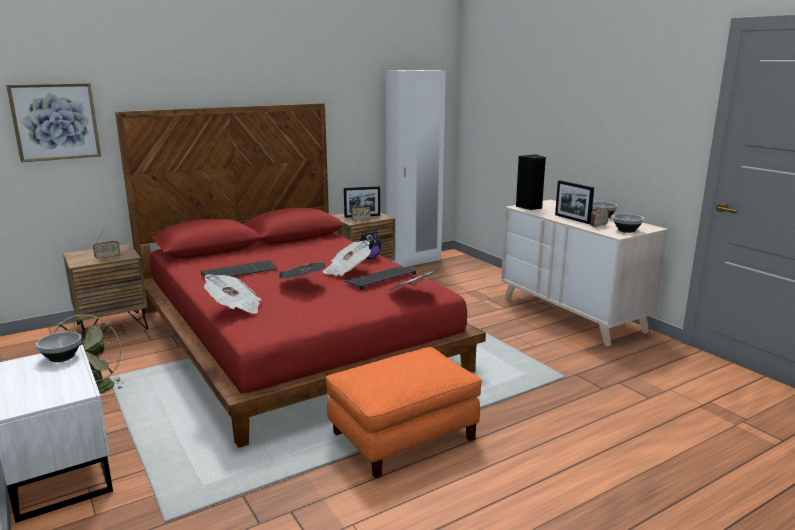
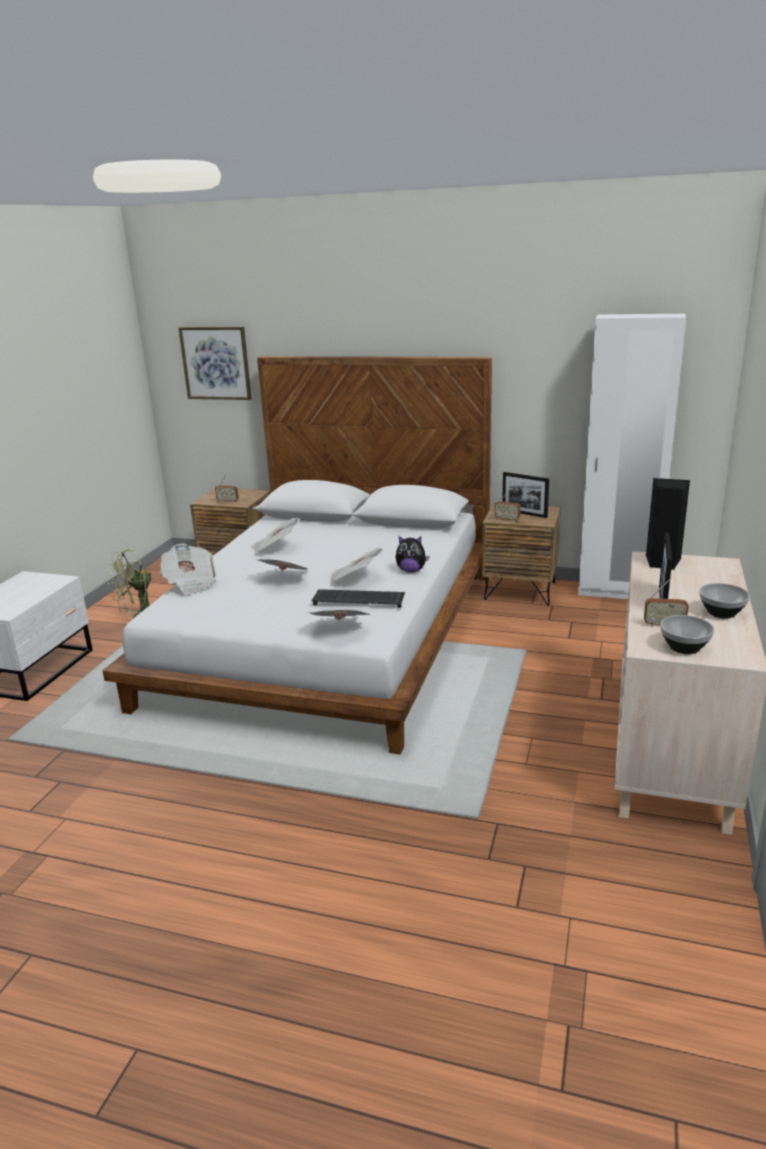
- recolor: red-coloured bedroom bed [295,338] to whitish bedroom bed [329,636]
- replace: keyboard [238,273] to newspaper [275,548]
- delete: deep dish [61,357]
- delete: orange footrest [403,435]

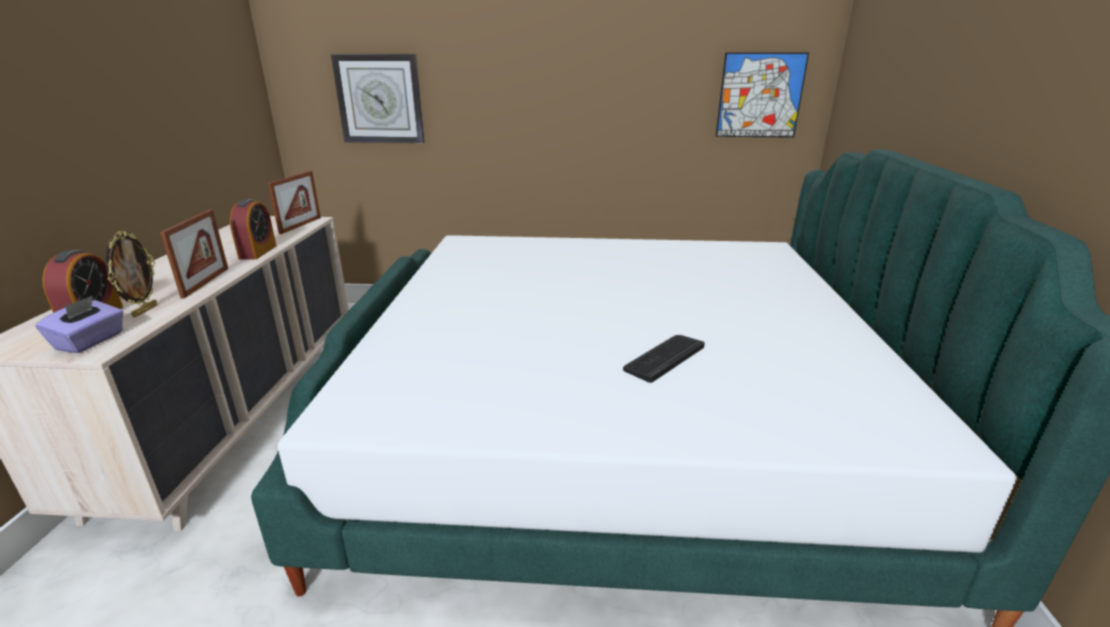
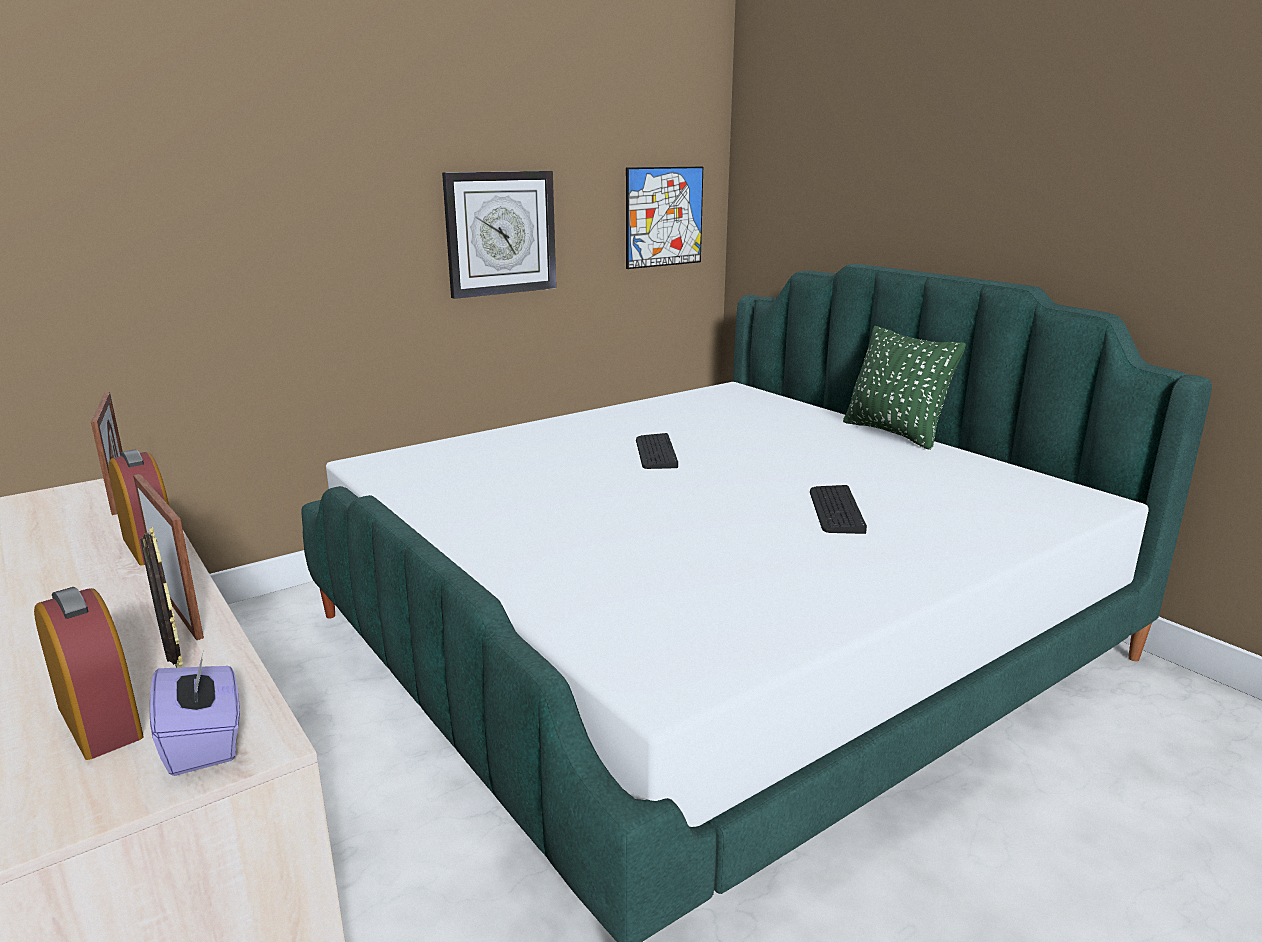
- move: wall clock [380,99] to [500,233]
- insert: green-coloured throw pillow [894,433]
- insert: keyboard [655,452]

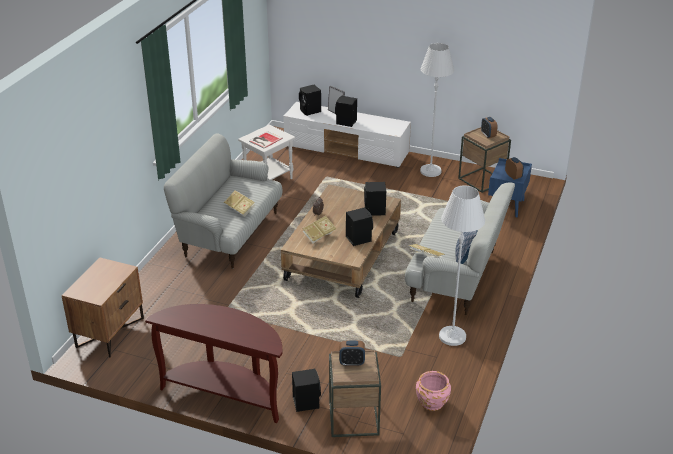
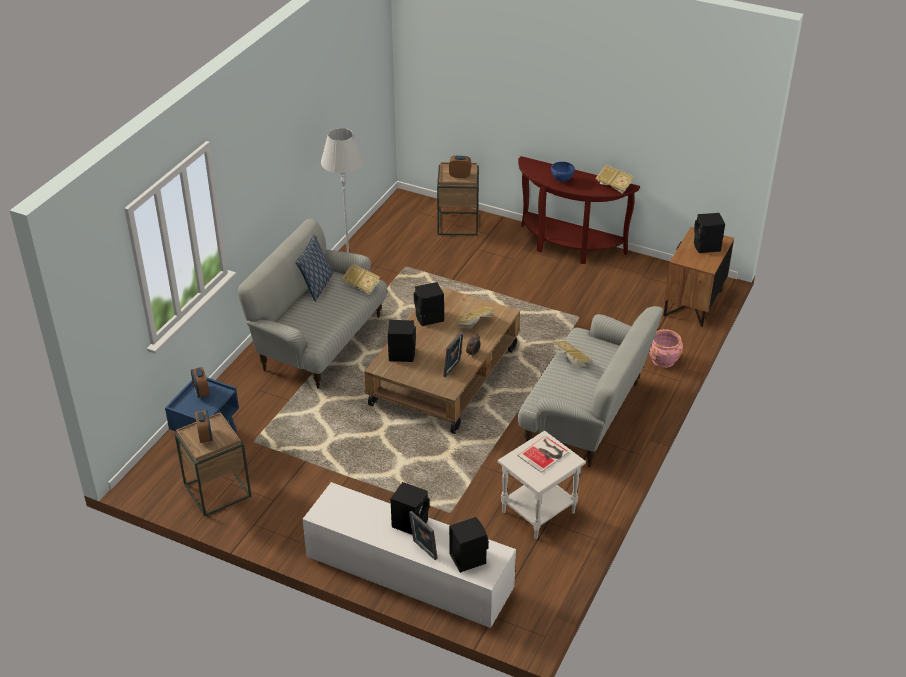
- delete: whitish floor lamp [430,171]
- move: blackish speaker [306,402] to [707,247]
- move: pinkish flower pot [432,402] to [663,360]
- insert: blue deep dish [562,180]
- insert: bound book [614,186]
- insert: photo frame [453,369]

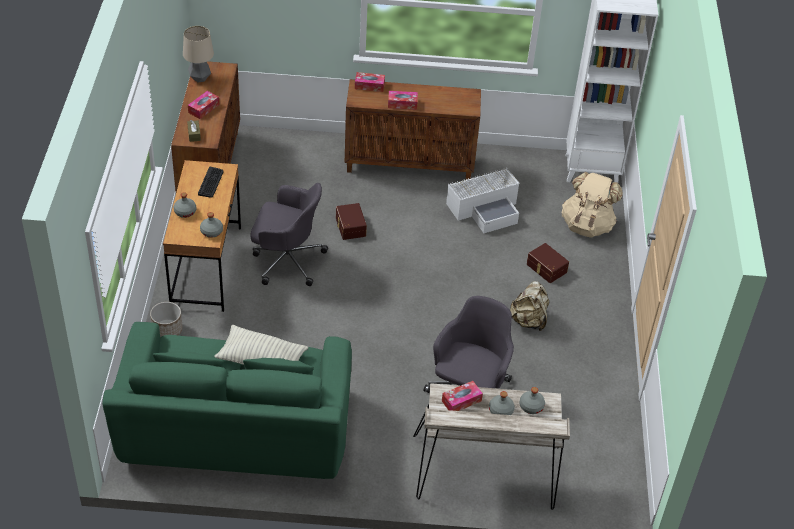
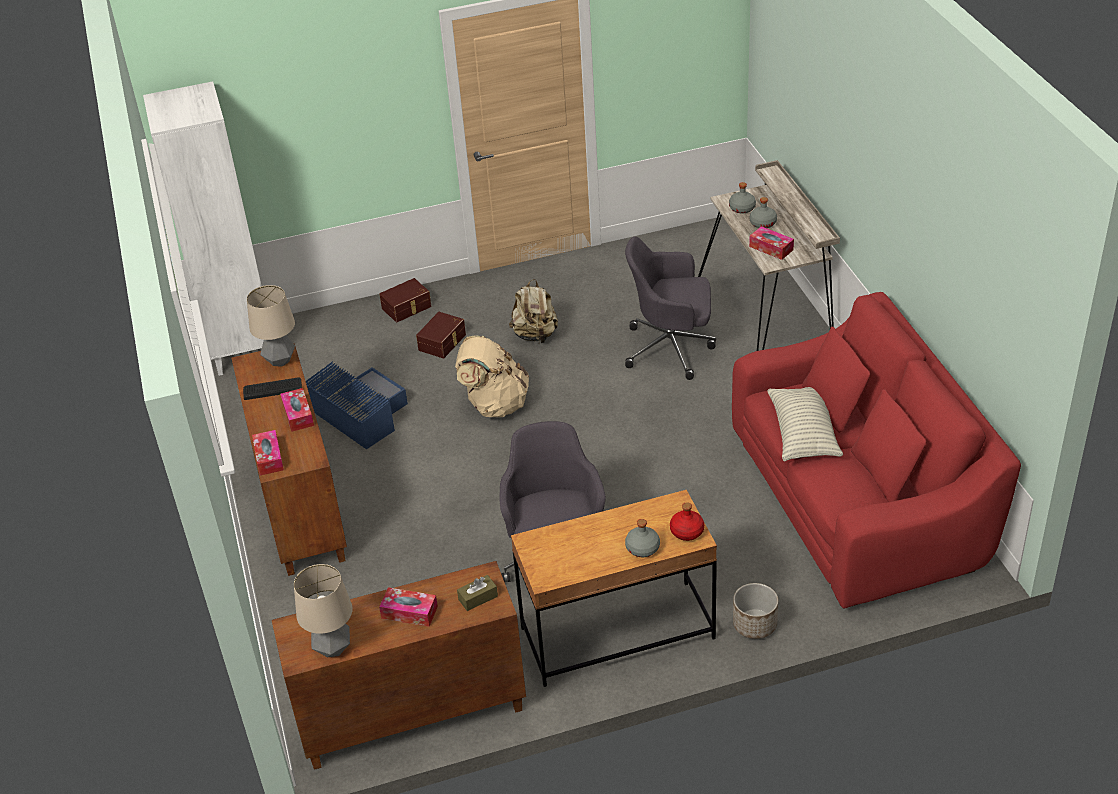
- move: keyboard [211,182] to [272,389]
- recolor: whitish storage box [486,208] to blue storage box [359,413]
- move: sand-coloured rucksack [587,225] to [494,404]
- move: brown storage box [349,227] to [407,308]
- delete: gray drink bottle [211,232]
- recolor: green-coloured couch [236,431] to red-coloured couch [857,500]
- insert: lamp for a table [280,361]
- insert: red-coloured drink bottle [687,531]

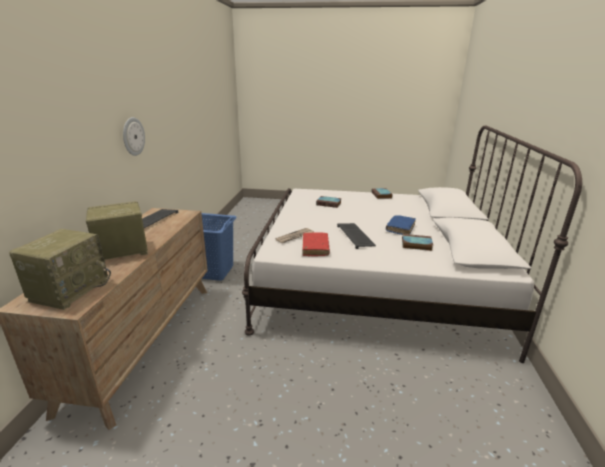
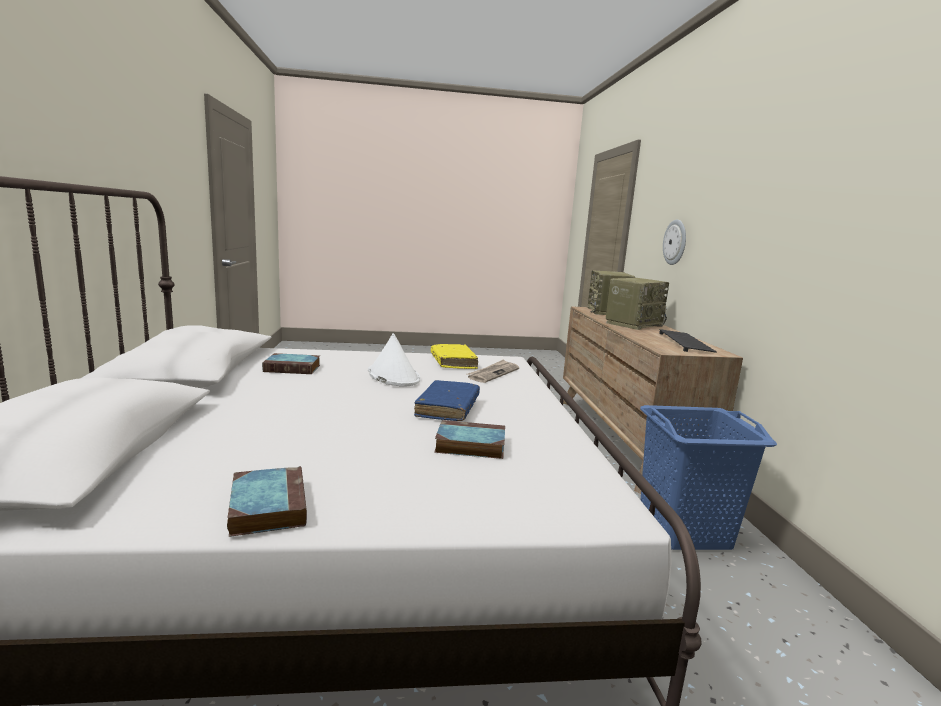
- move: wall clock [133,136] to [675,242]
- move: blue bound book [400,228] to [448,408]
- replace: keyboard [356,236] to whitish clothing hat [393,376]
- recolor: red-coloured bound book [315,248] to yellowish bound book [453,362]

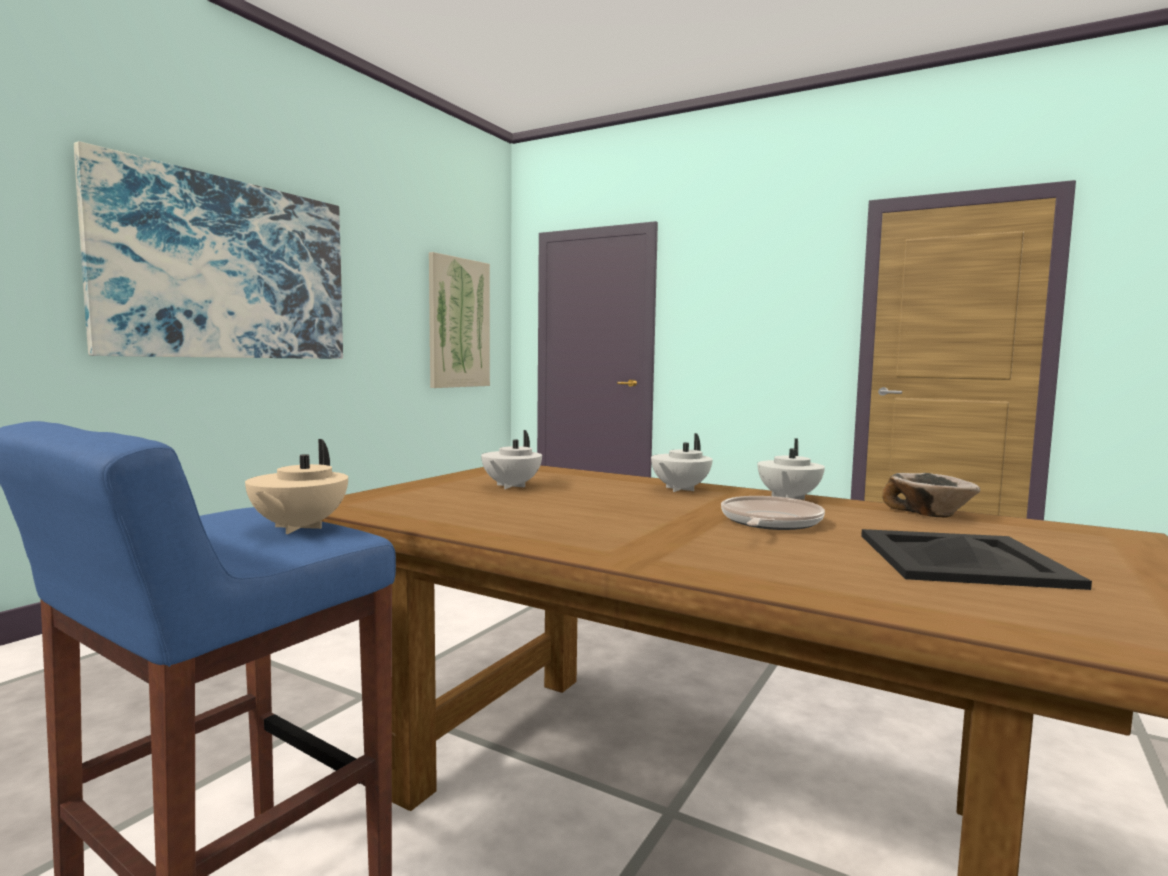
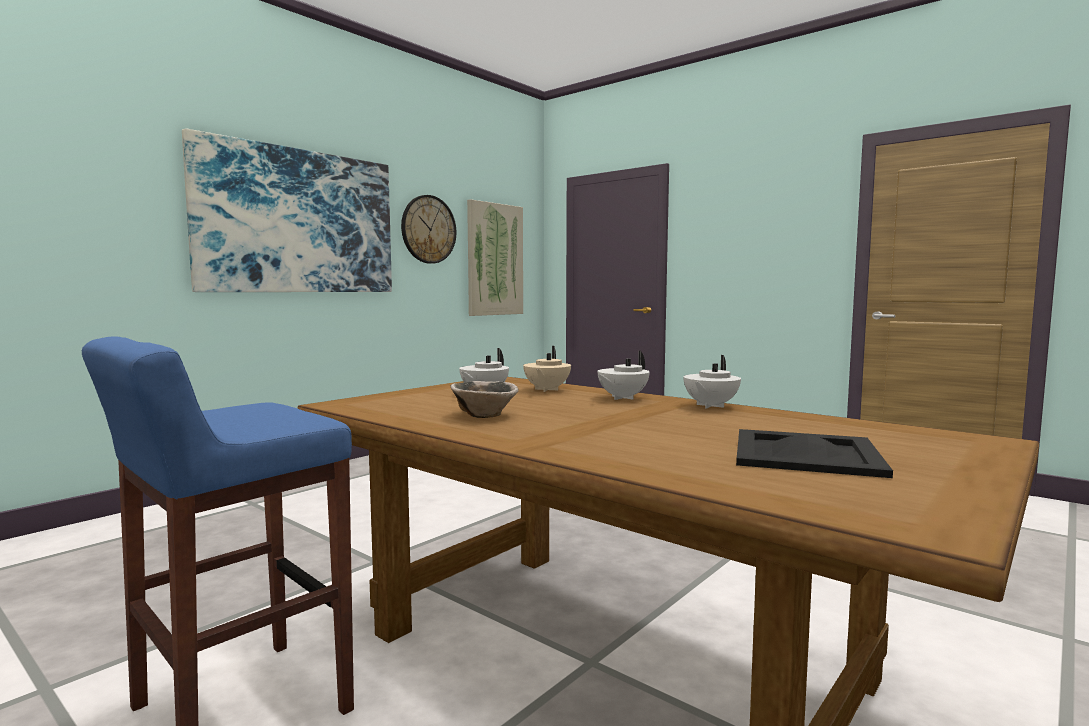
- move: sand-coloured pot for tea [297,528] to [546,390]
- move: deep dish [931,514] to [484,415]
- delete: skillet [769,522]
- insert: wall clock [428,229]

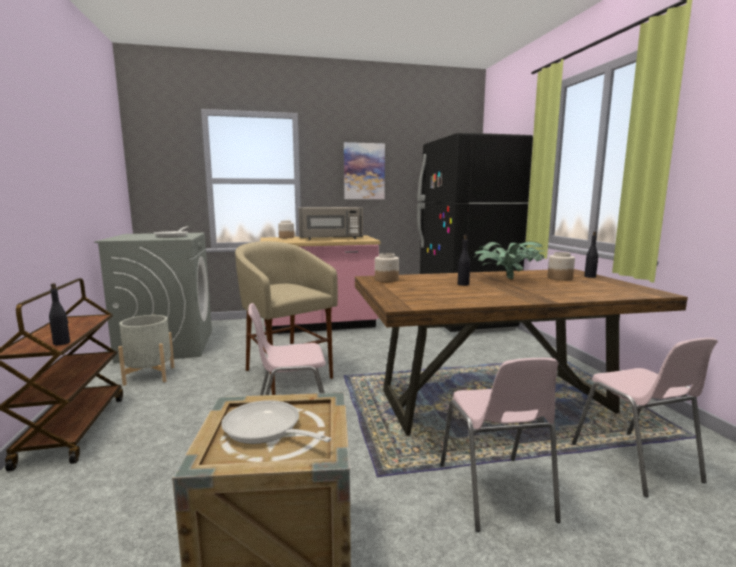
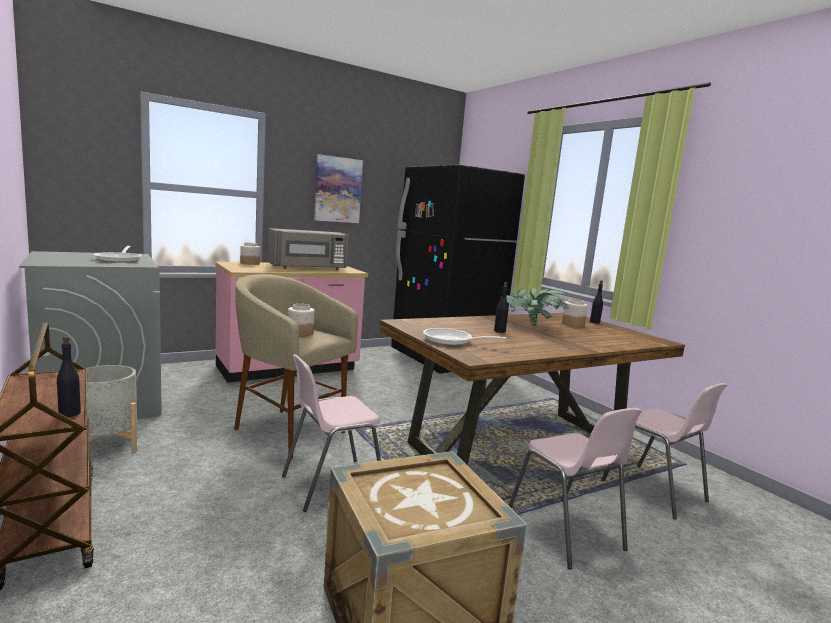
- move: jar [386,280] to [300,333]
- move: skillet [266,429] to [452,341]

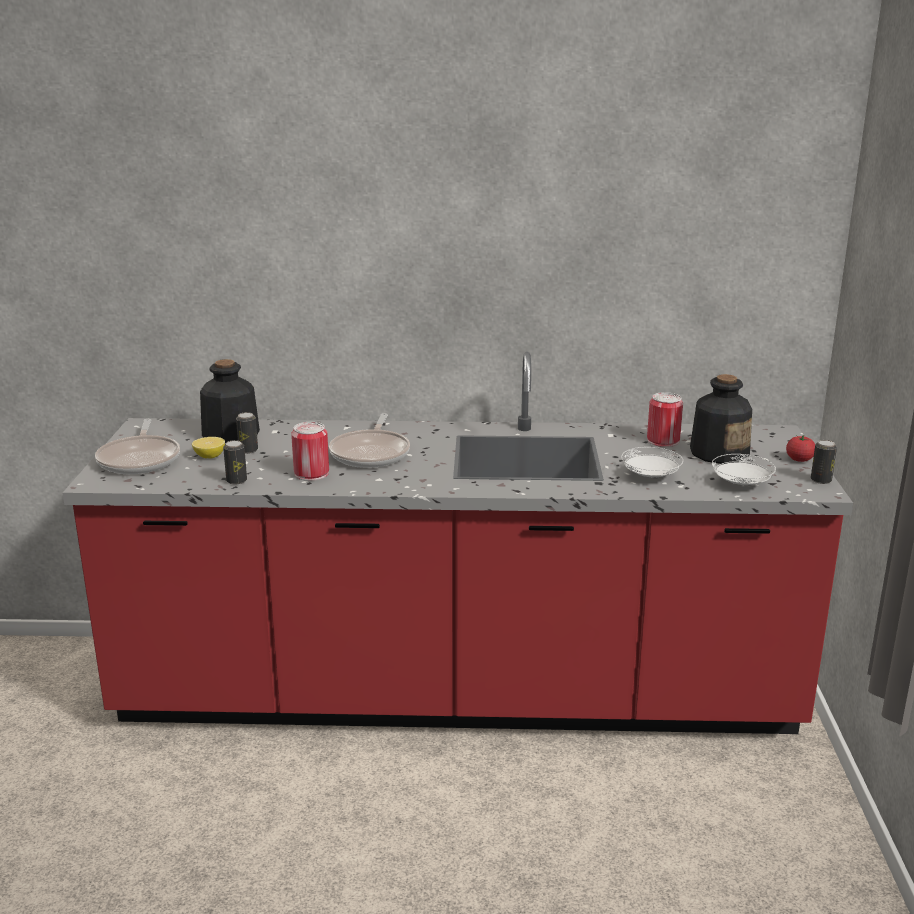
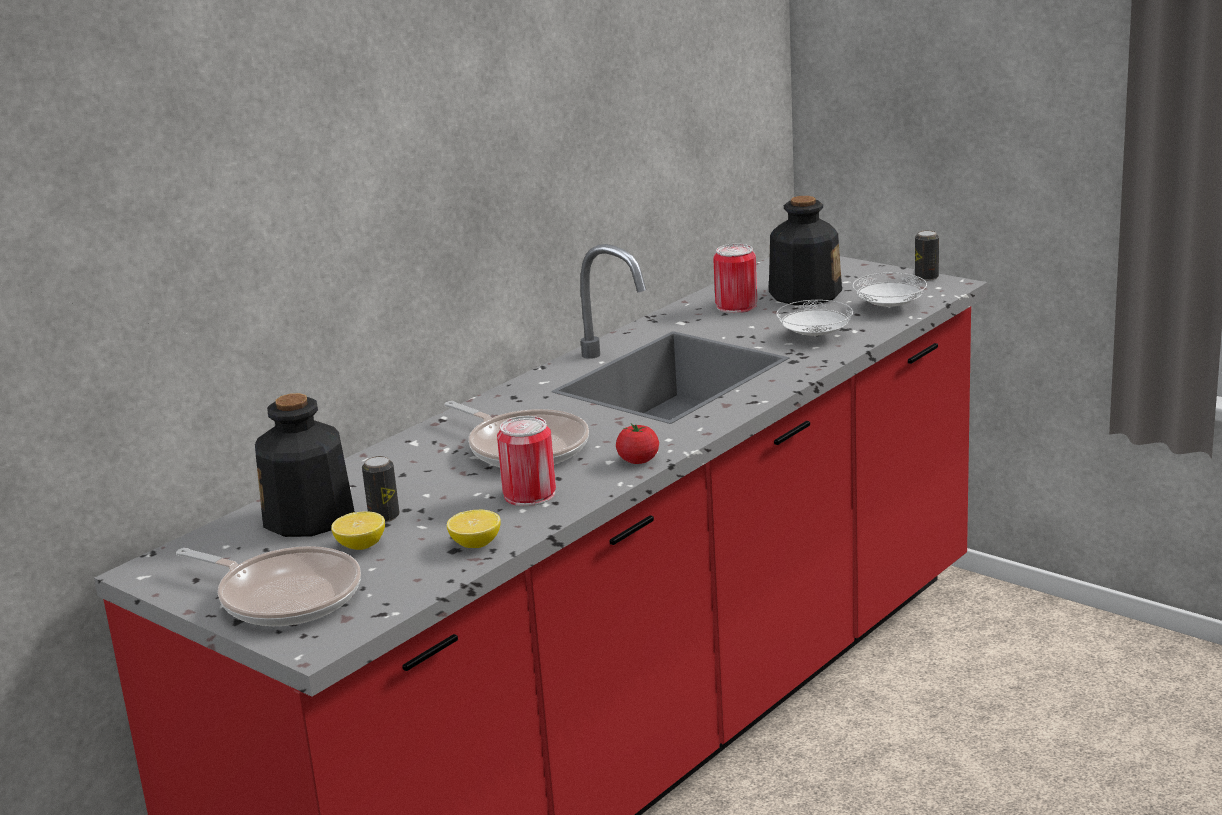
- move: fresh tomato [799,459] to [638,460]
- replace: sealed can [236,481] to citrus fruit [475,544]

